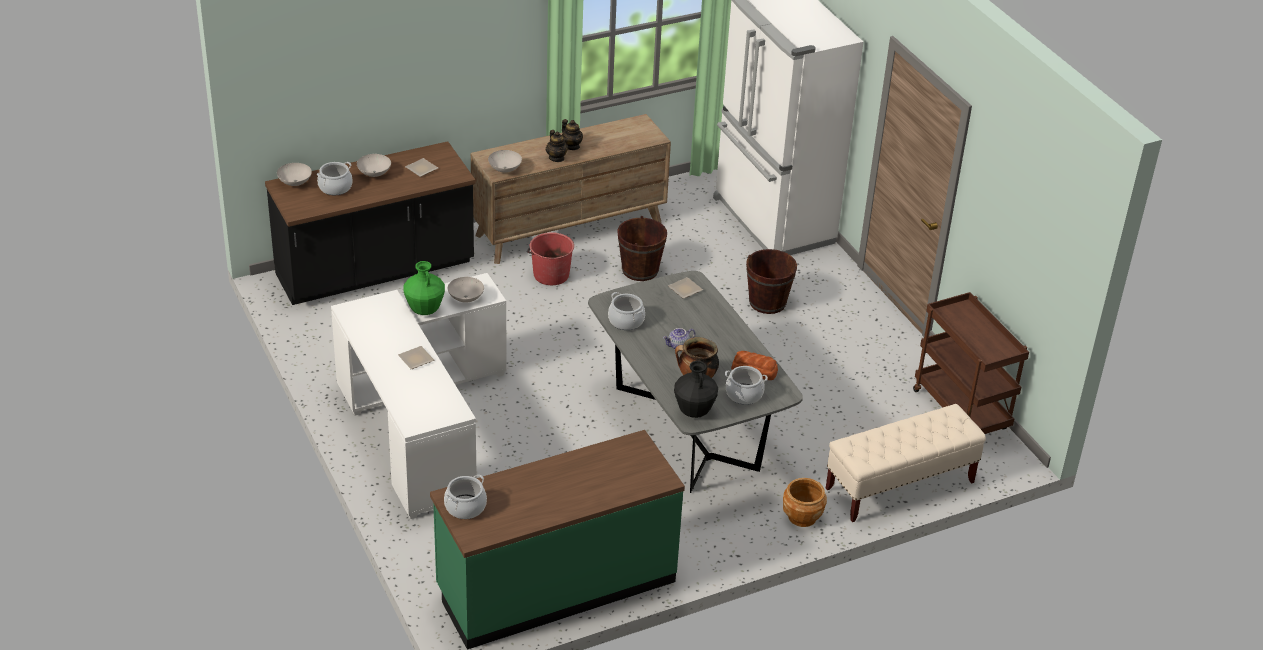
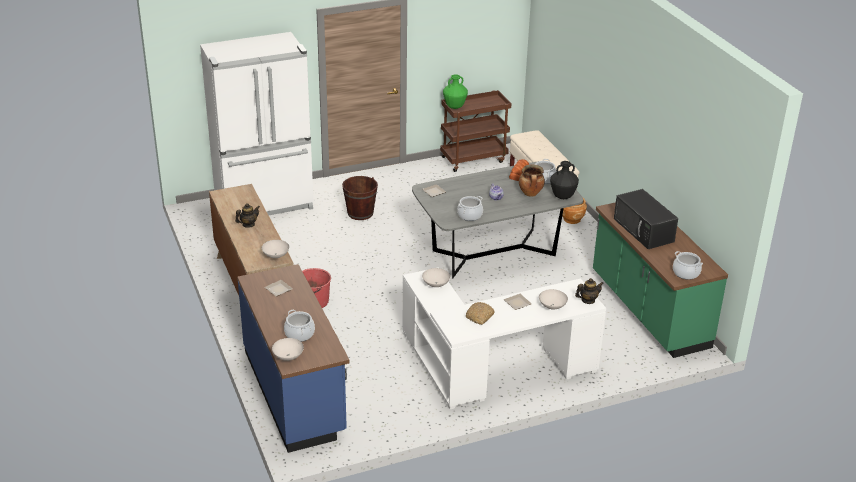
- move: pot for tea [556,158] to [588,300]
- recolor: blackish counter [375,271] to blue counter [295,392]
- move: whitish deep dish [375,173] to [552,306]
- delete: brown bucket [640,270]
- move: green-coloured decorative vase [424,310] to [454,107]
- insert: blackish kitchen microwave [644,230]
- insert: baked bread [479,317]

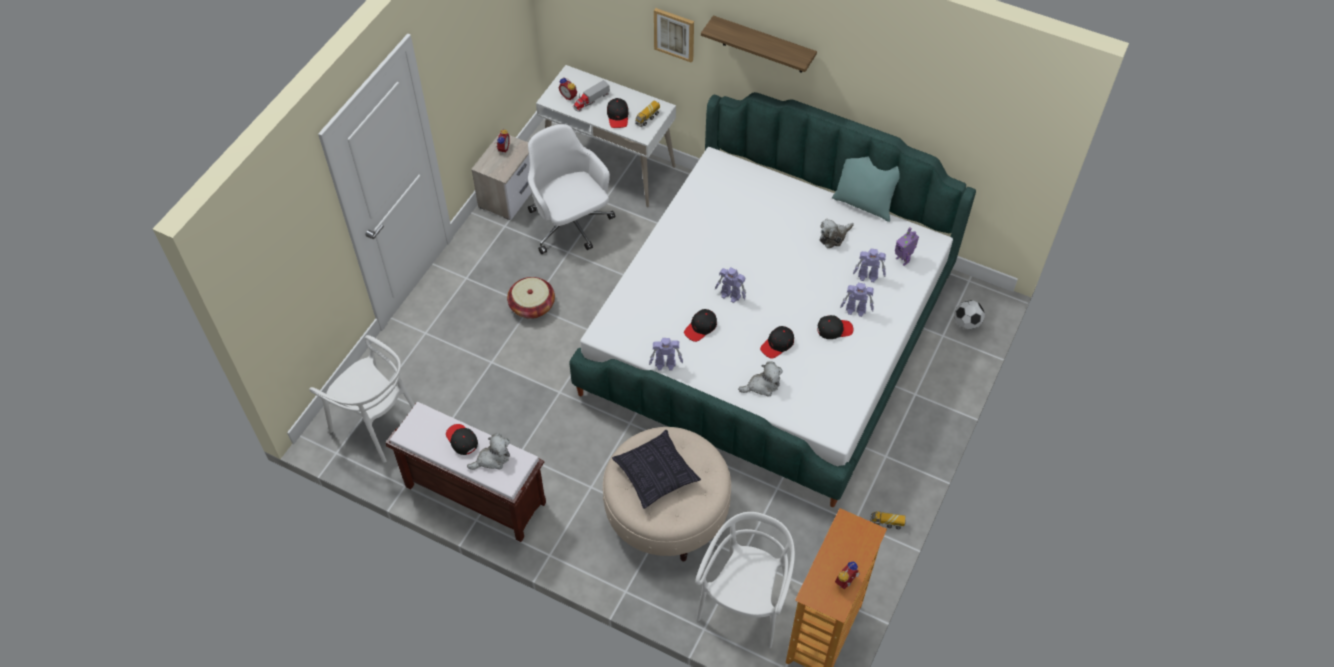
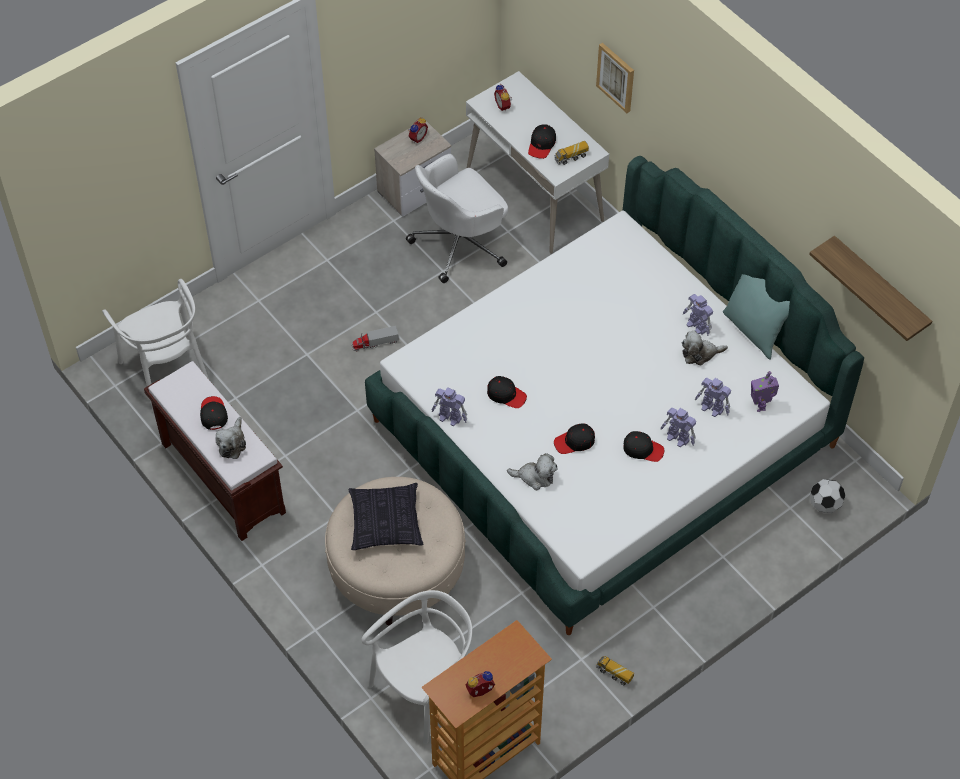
- move: wall shelf [763,45] to [879,290]
- move: toy truck [591,100] to [375,343]
- rotate: whitish desk chair [570,225] = [460,244] 120 degrees counterclockwise
- move: toy robot [731,295] to [697,327]
- delete: basket [532,305]
- rotate: blackish peaked cap [700,328] = [506,395] 135 degrees counterclockwise
- rotate: cuddly toy [492,458] = [232,443] 105 degrees clockwise

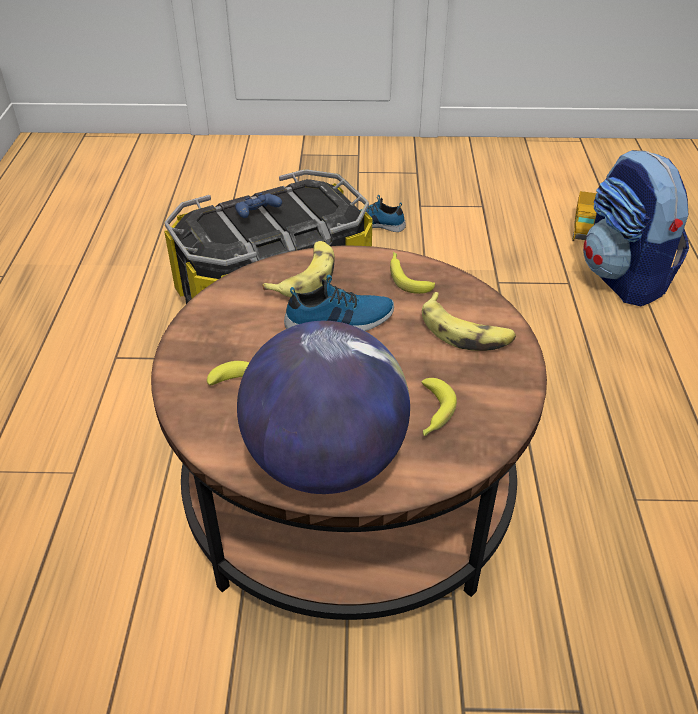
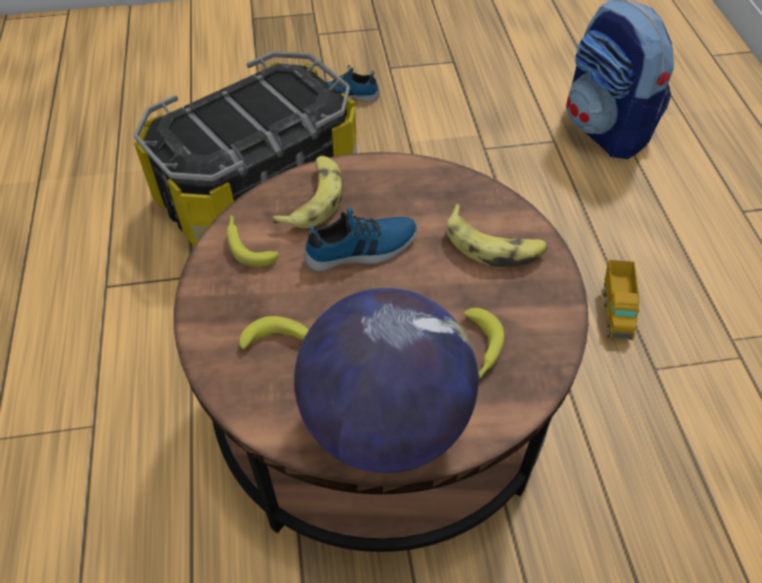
- move: toy truck [582,228] to [616,311]
- delete: blue joypad [257,215]
- move: whole banana [407,277] to [248,244]

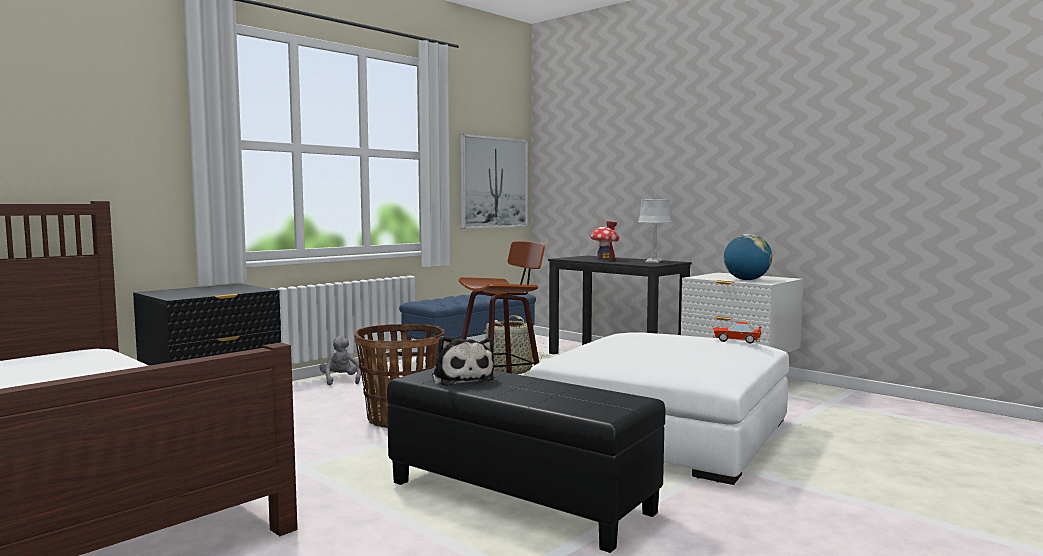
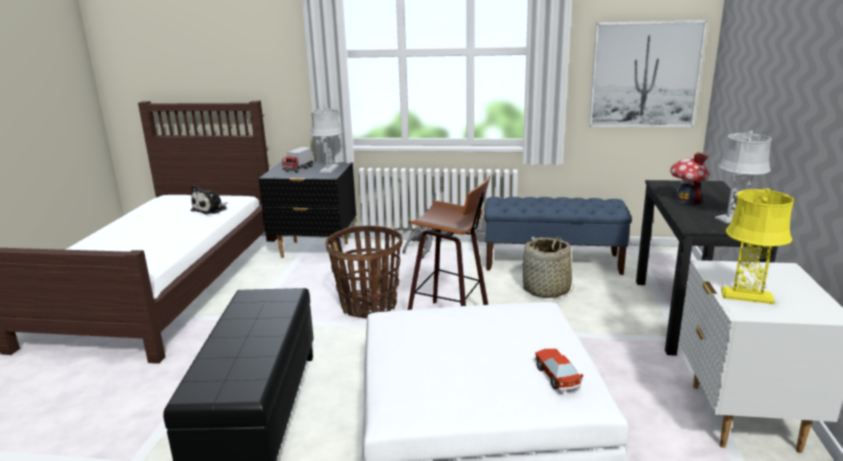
- replace: desk globe [746,280] to yellowish lamp for a table [747,296]
- move: cuddly toy [462,378] to [211,209]
- insert: gray lamp for a table [329,169]
- insert: toy truck [298,169]

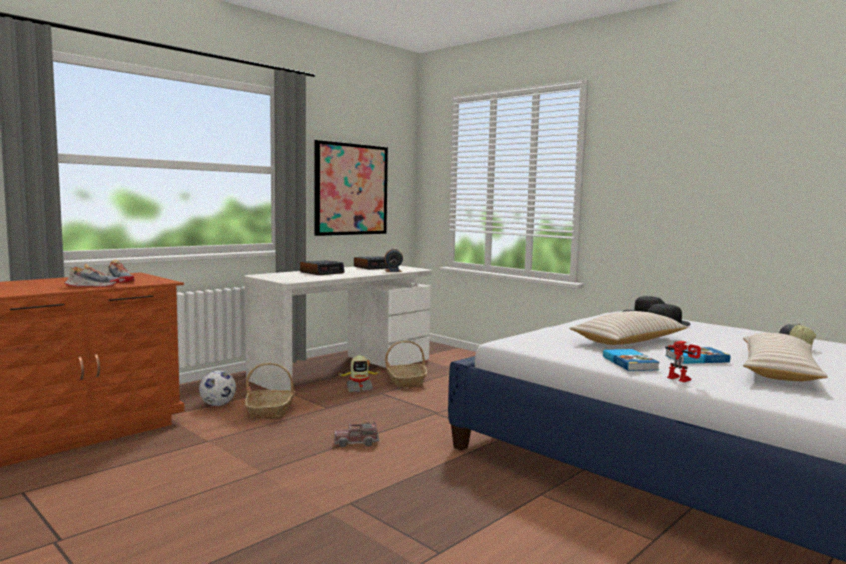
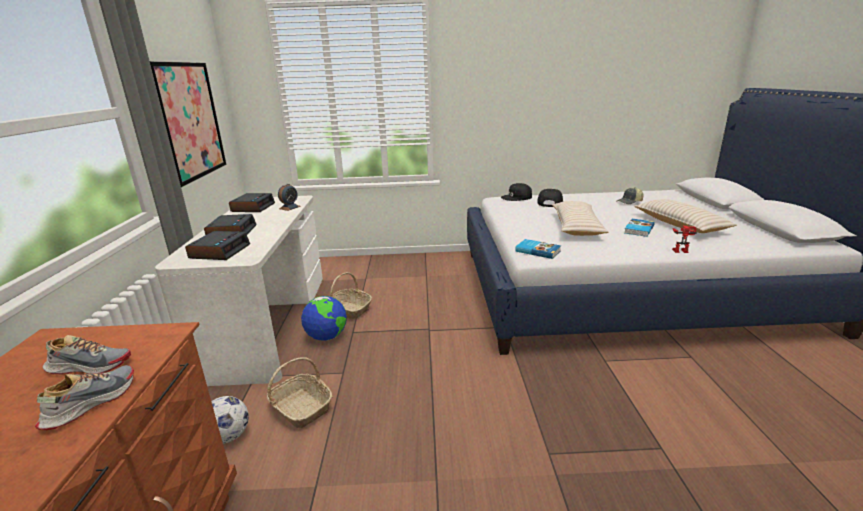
- move: bound book [630,363] to [538,251]
- replace: toy robot [359,388] to desk globe [327,337]
- delete: toy truck [356,442]
- insert: bedside clock [220,251]

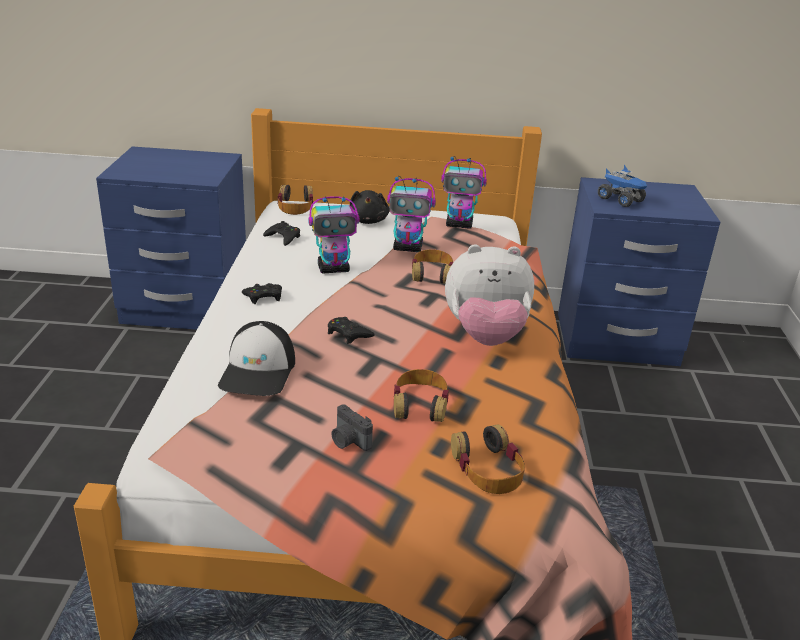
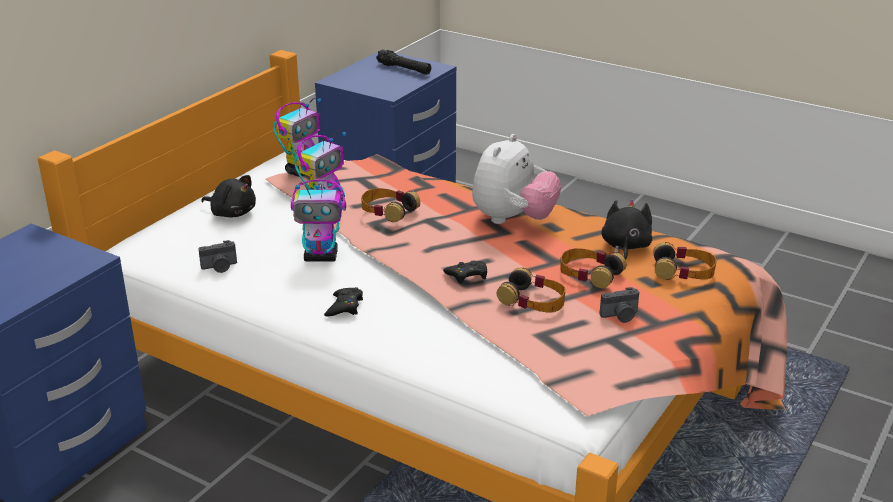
- delete: toy truck [621,200]
- move: headphones [295,206] to [533,300]
- rotate: toy robot [334,269] = [321,257] 75 degrees clockwise
- replace: blackish joypad [283,237] to photo camera [220,267]
- delete: peaked cap [259,371]
- insert: blackish flashlight [404,69]
- insert: blackish cuddly toy [625,246]

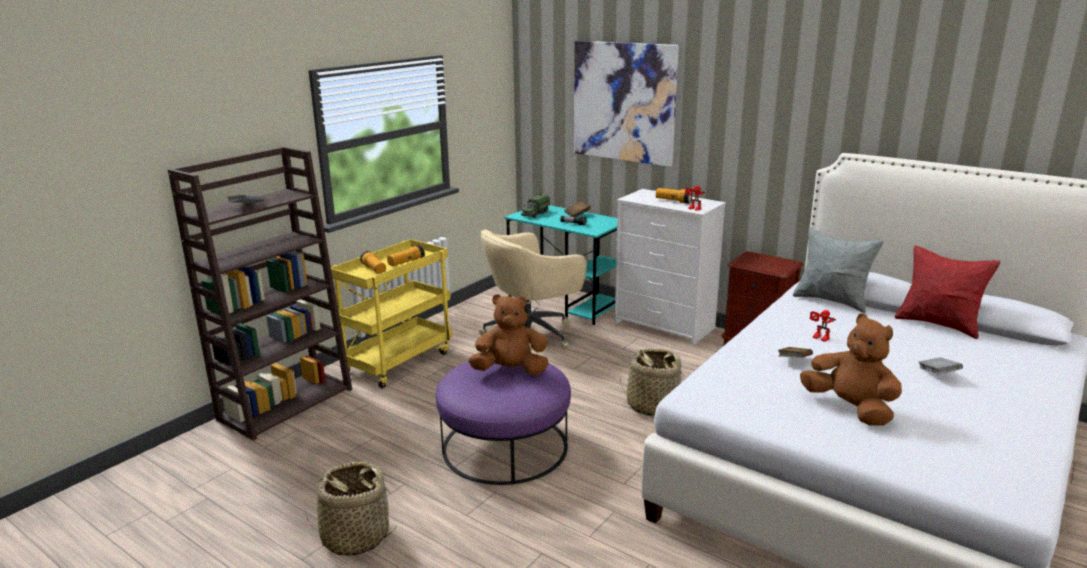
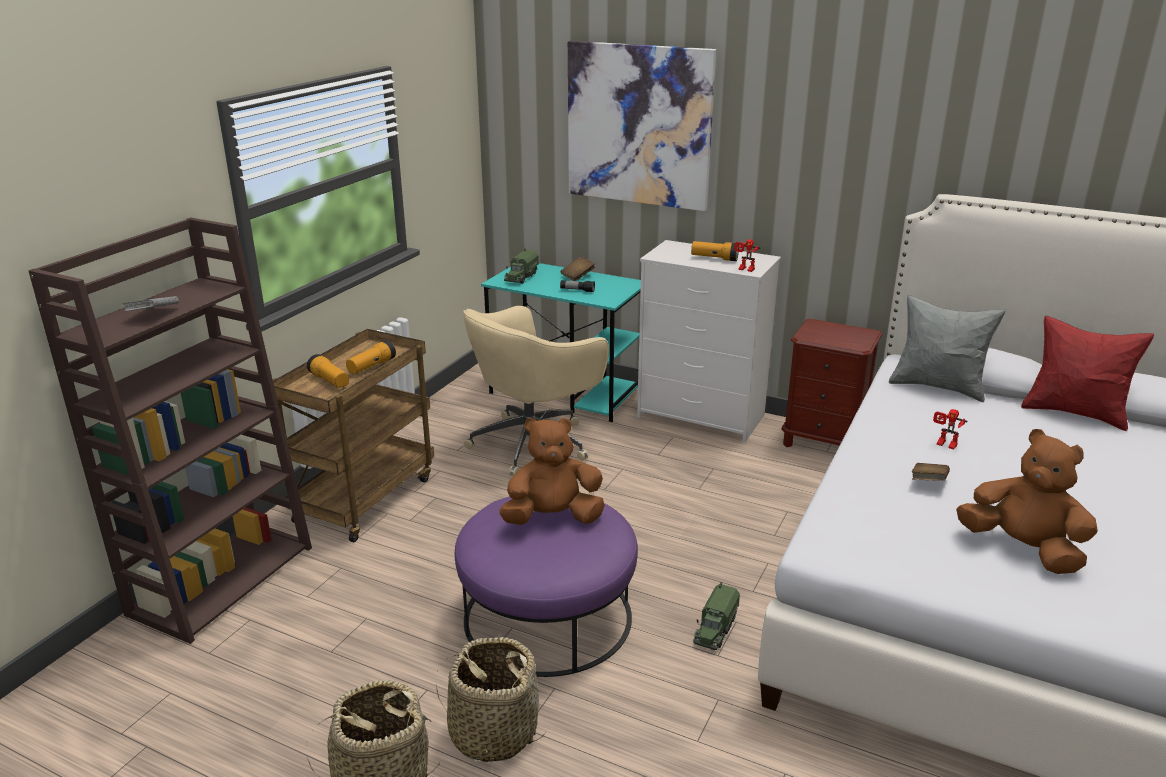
- recolor: yellowish trolley [398,361] to brown trolley [365,498]
- move: basket [652,405] to [493,732]
- delete: gray bound book [938,374]
- insert: toy truck [715,629]

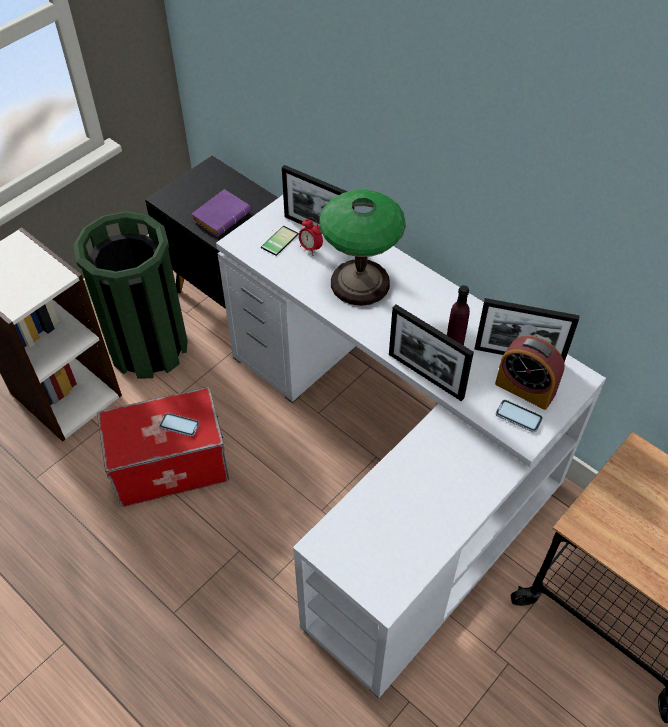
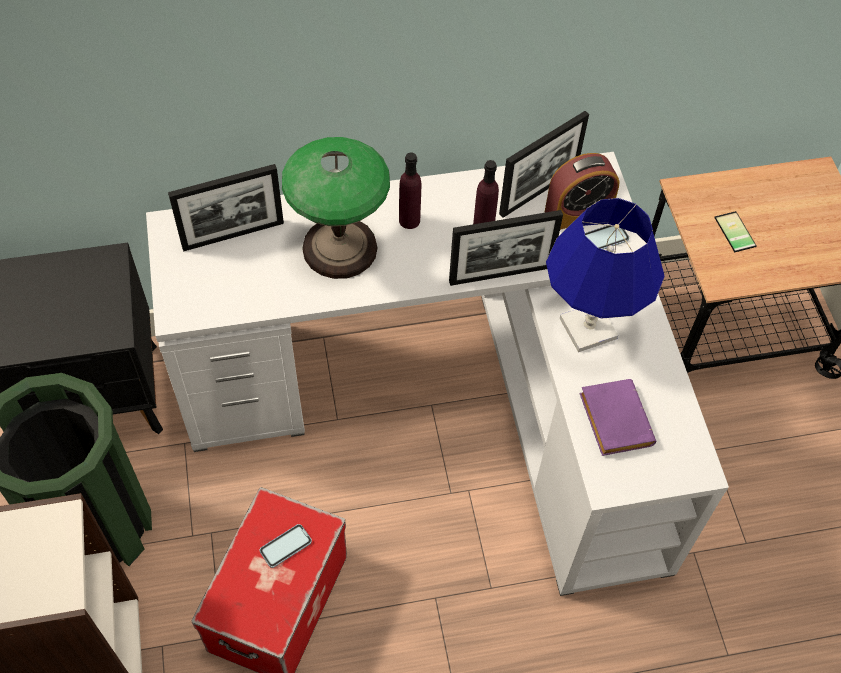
- move: purple-coloured bound book [221,215] to [612,419]
- delete: bedside clock [310,248]
- move: telephone [278,240] to [732,232]
- insert: purple-coloured drink bottle [409,220]
- insert: blue lamp for a table [588,328]

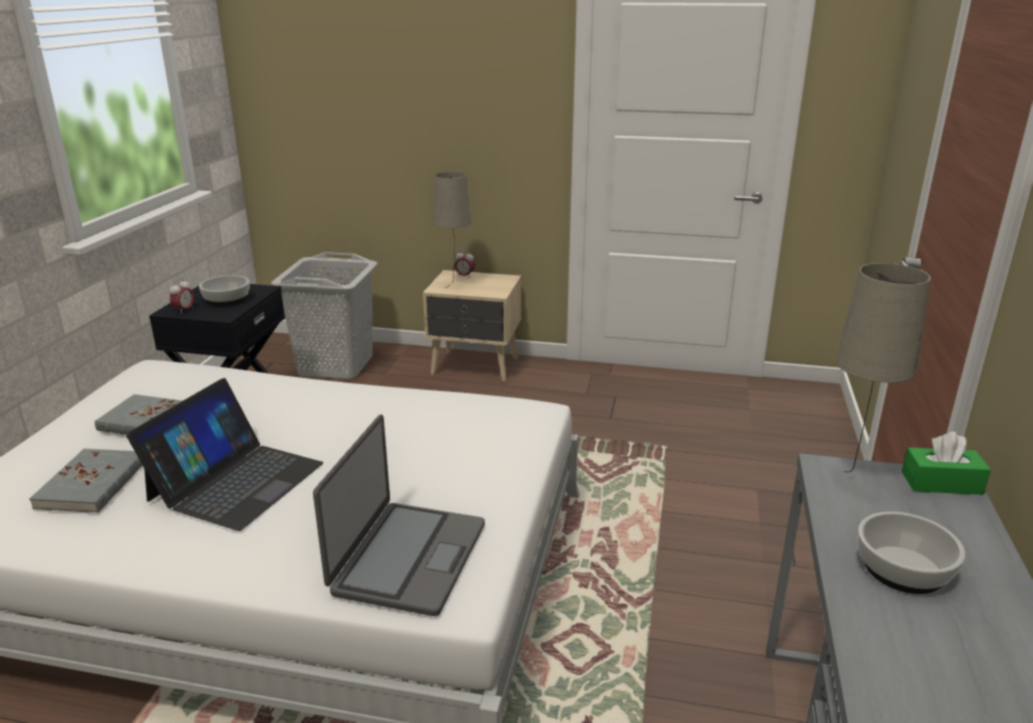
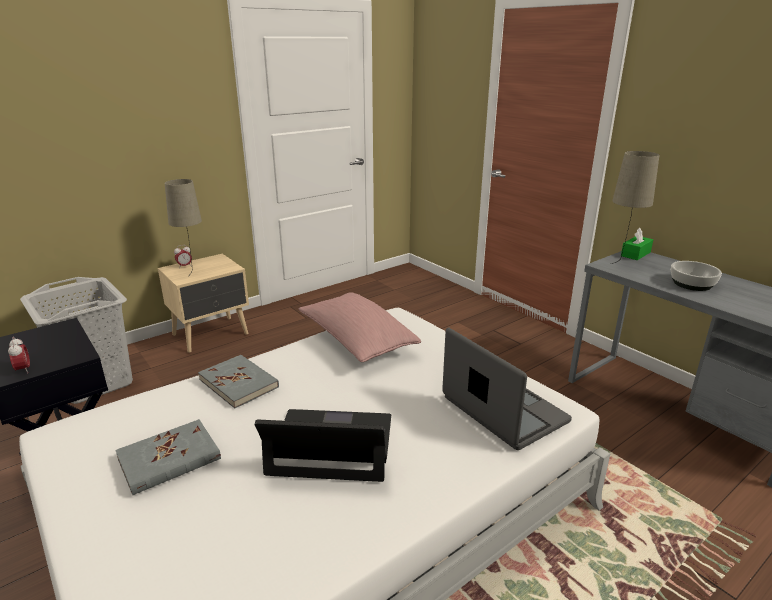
- delete: deep dish [227,299]
- rotate: notebook computer [236,481] = [331,445] 60 degrees counterclockwise
- move: gray bound book [93,484] to [239,383]
- insert: pinkish throw pillow [356,340]

